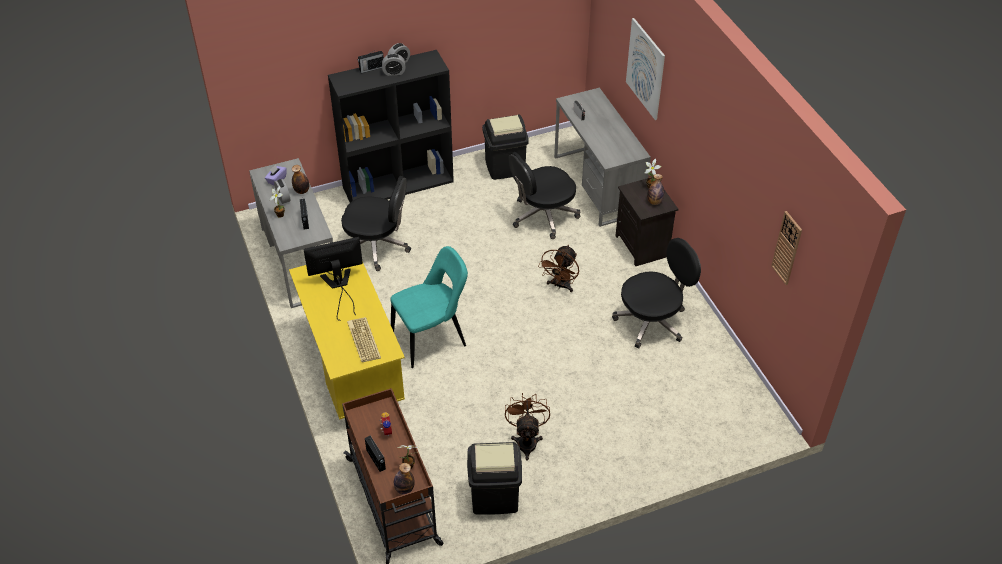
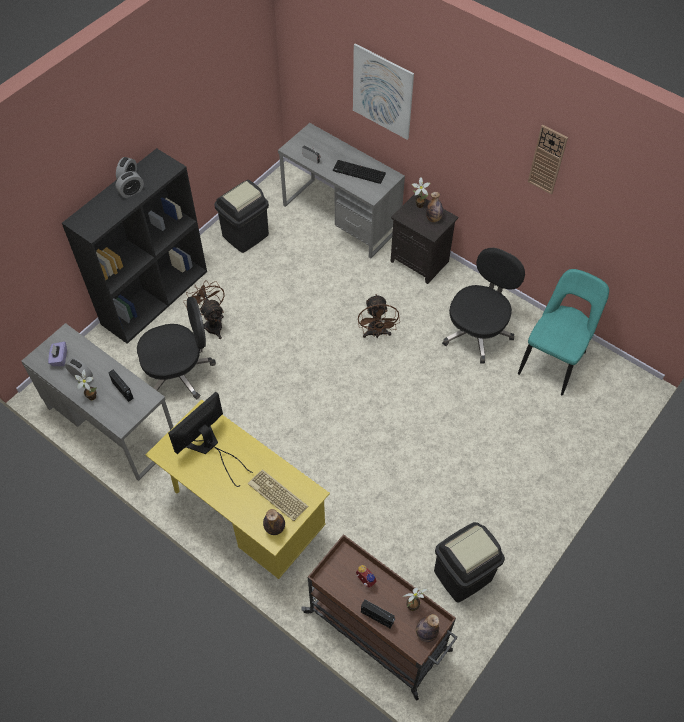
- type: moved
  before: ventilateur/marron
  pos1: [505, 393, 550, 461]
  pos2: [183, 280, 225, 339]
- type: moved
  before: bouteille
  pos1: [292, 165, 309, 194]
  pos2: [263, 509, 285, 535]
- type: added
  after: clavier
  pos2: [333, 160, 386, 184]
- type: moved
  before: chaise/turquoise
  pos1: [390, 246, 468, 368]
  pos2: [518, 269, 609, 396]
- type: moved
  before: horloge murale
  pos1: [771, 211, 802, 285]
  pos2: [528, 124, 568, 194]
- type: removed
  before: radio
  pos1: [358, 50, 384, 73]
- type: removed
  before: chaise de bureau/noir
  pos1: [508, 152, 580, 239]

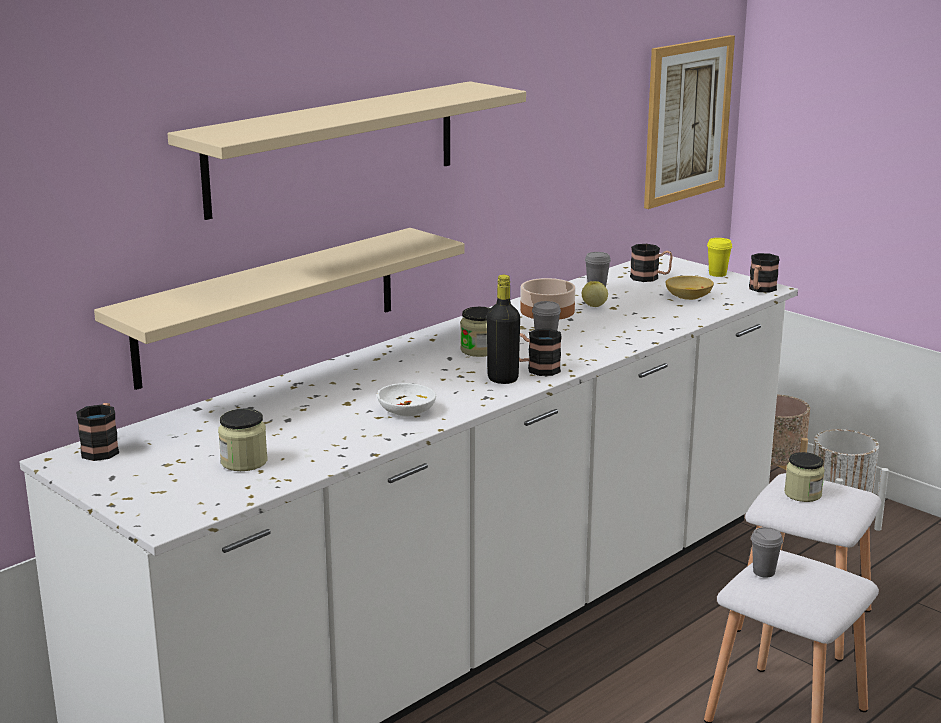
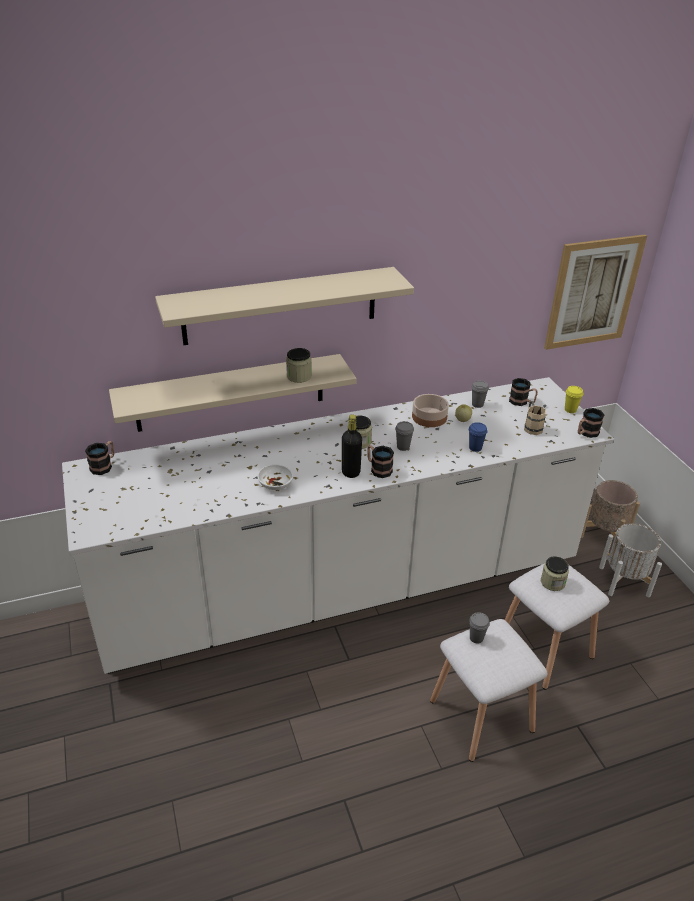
- type: moved
  before: bocal
  pos1: [218, 408, 268, 471]
  pos2: [286, 348, 312, 383]
- type: added
  after: tasse/bleu
  pos2: [469, 422, 488, 452]
- type: replaced
  before: bol/beige
  after: mug/beige
  pos1: [666, 276, 714, 300]
  pos2: [524, 401, 546, 435]

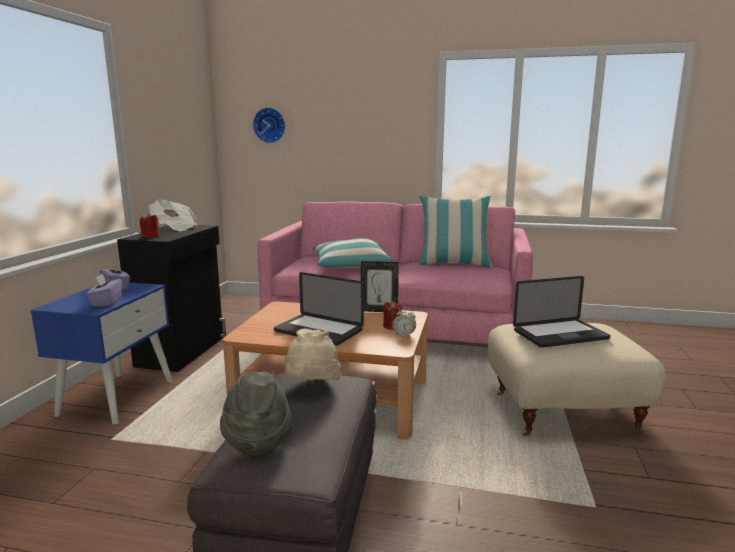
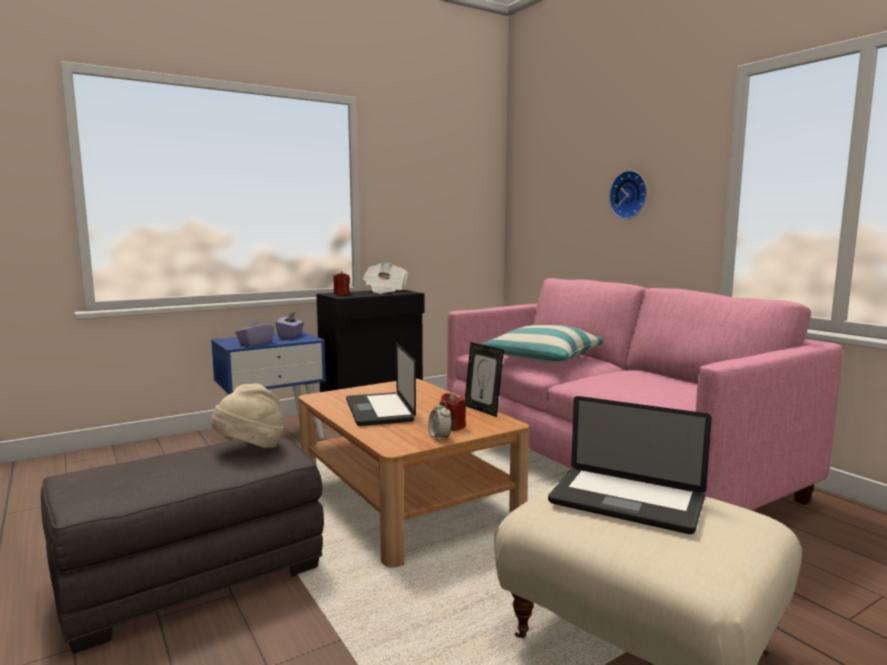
- type: moved
  before: horloge murale
  pos1: [253, 107, 285, 143]
  pos2: [609, 170, 647, 219]
- type: removed
  before: chapeau/gris
  pos1: [220, 372, 292, 455]
- type: removed
  before: coussin
  pos1: [419, 196, 492, 268]

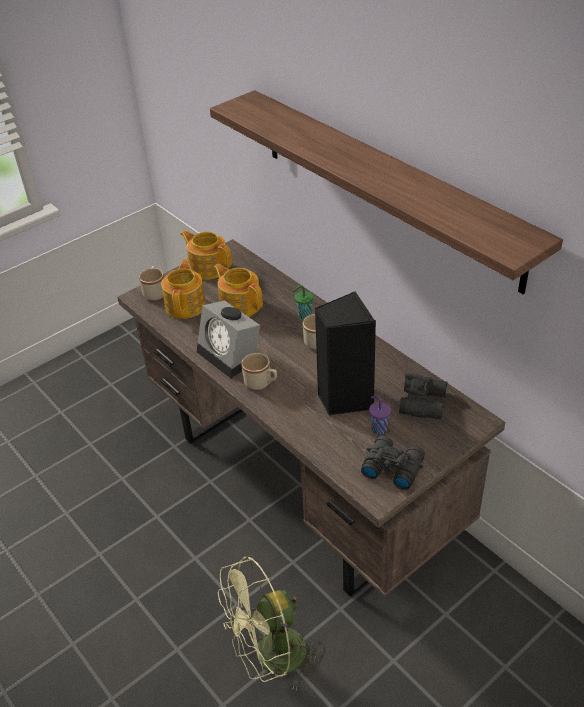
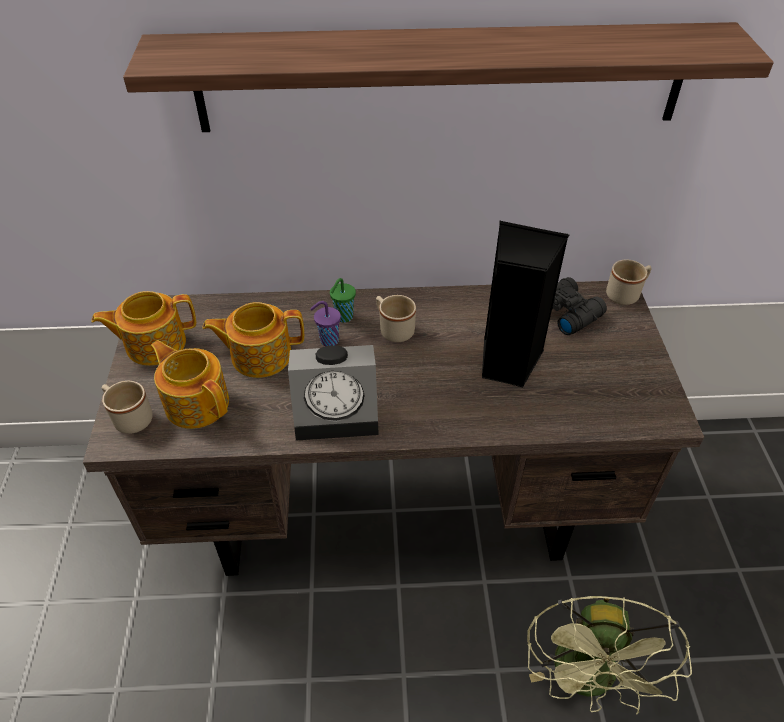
- type: moved
  before: tasse/violet
  pos1: [369, 395, 391, 435]
  pos2: [310, 301, 341, 346]
- type: moved
  before: mug/beige
  pos1: [241, 353, 277, 390]
  pos2: [606, 260, 652, 305]
- type: removed
  before: jumelles/noir
  pos1: [361, 436, 425, 490]

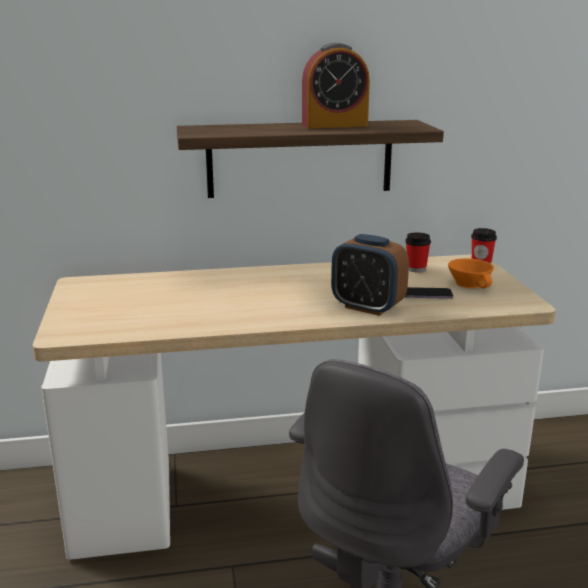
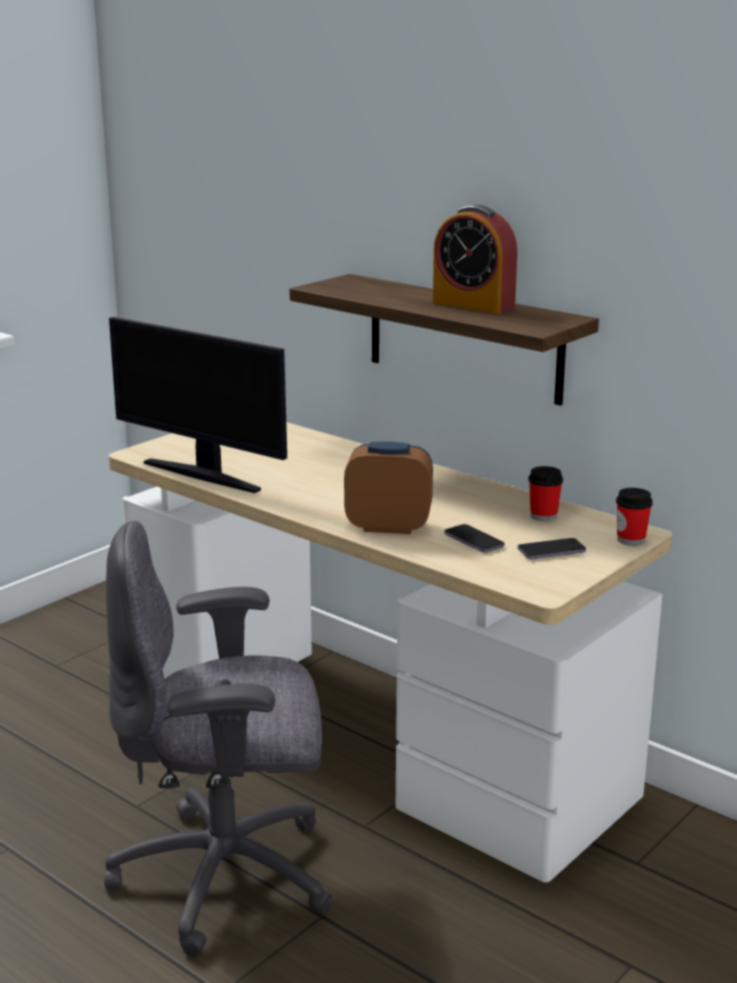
- type: added
  after: écran d'ordinateur
  pos2: [109, 317, 287, 493]
- type: turned
  before: réveil
  pos1: [331, 234, 409, 316]
  pos2: [344, 441, 433, 534]
  turn: 105
- type: replaced
  before: tasse/orange
  after: téléphone
  pos1: [448, 258, 494, 289]
  pos2: [518, 538, 586, 559]

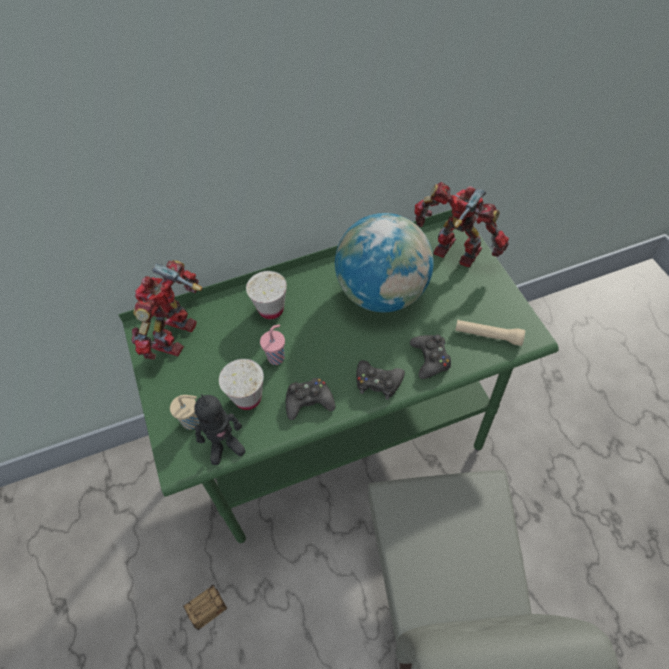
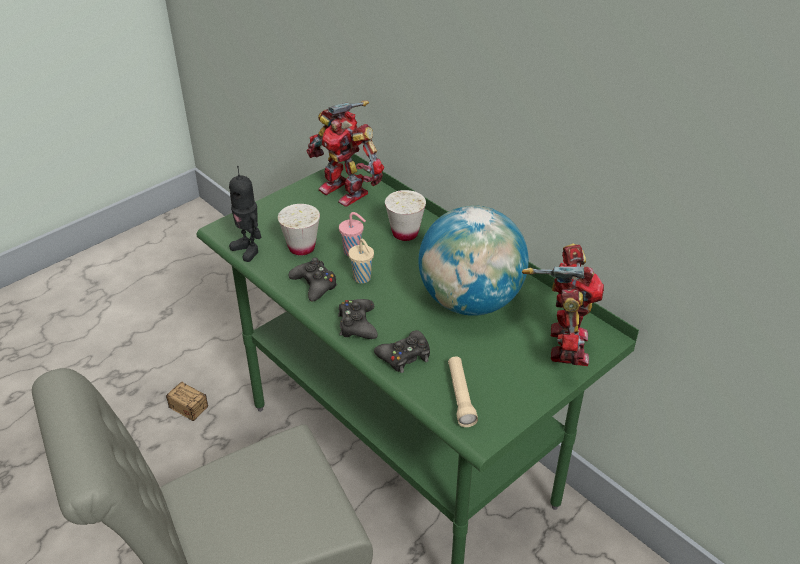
- type: turned
  before: robot jouet
  pos1: [132, 260, 202, 359]
  pos2: [306, 101, 384, 207]
  turn: -135
- type: moved
  before: tasse/beige
  pos1: [170, 395, 199, 430]
  pos2: [348, 239, 374, 284]

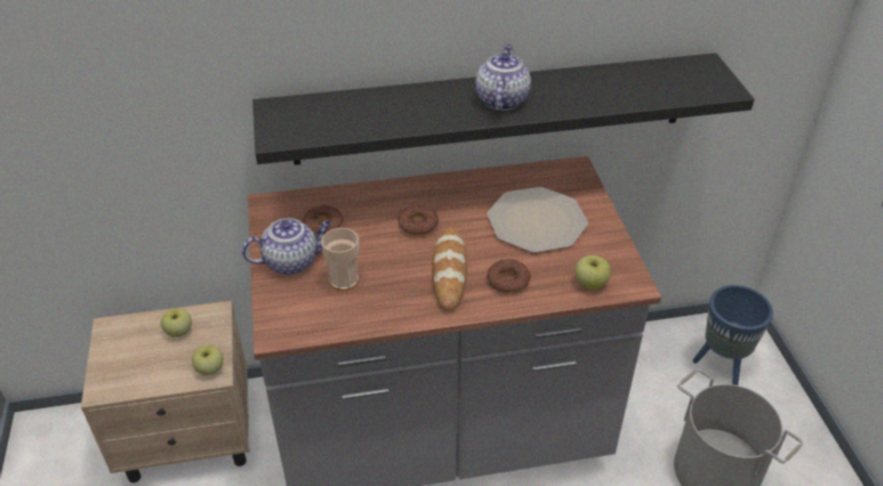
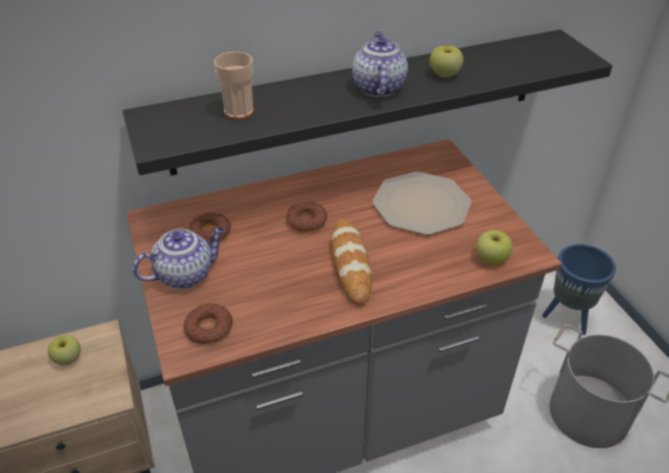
- type: moved
  before: beignet
  pos1: [487, 259, 531, 293]
  pos2: [184, 303, 233, 344]
- type: moved
  before: tasse
  pos1: [321, 228, 359, 291]
  pos2: [214, 52, 254, 120]
- type: moved
  before: pomme
  pos1: [192, 345, 223, 375]
  pos2: [430, 46, 463, 78]

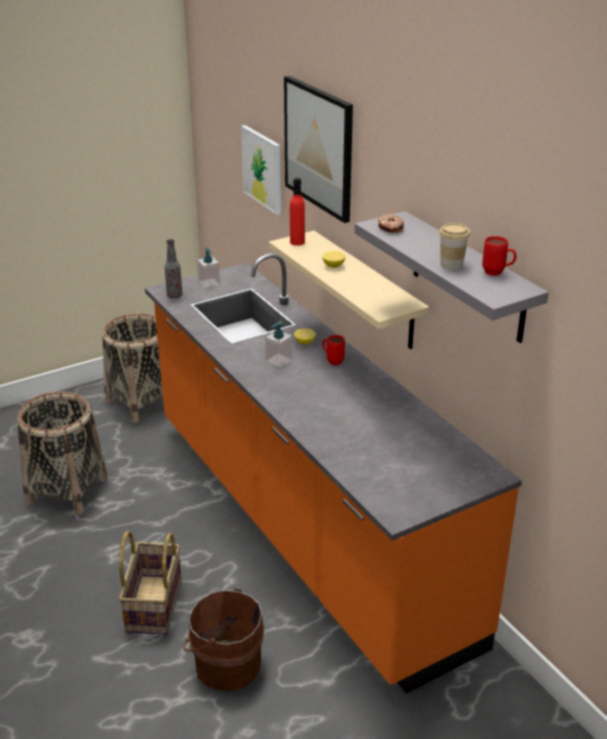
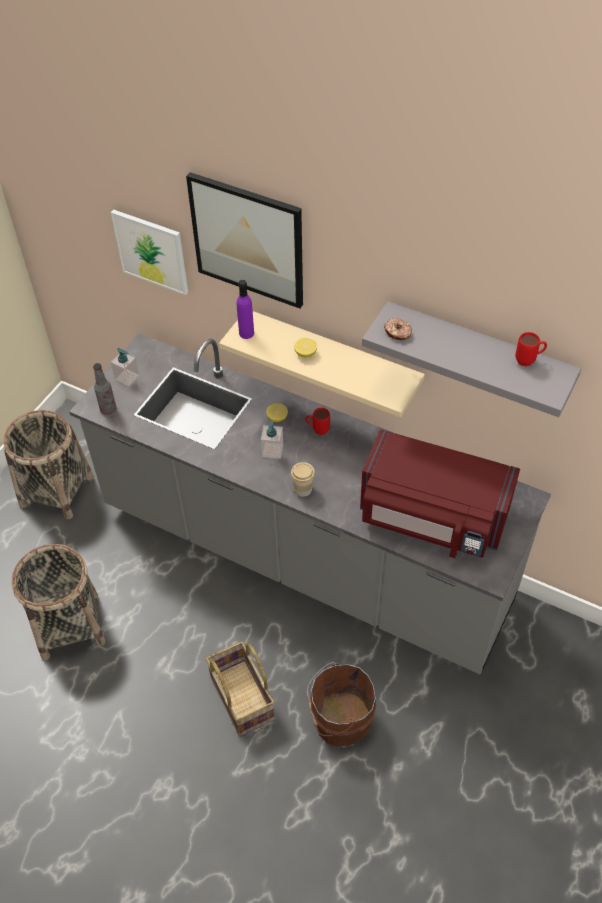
- type: recoloured
  before: comptoir de cuisine/orange
  after: comptoir de cuisine/gris
  pos1: [145, 253, 522, 694]
  pos2: [69, 333, 551, 674]
- type: recoloured
  before: bouteille/rouge
  after: bouteille/violet
  pos1: [290, 178, 305, 246]
  pos2: [237, 280, 254, 339]
- type: moved
  before: tasse
  pos1: [439, 223, 470, 270]
  pos2: [291, 462, 315, 497]
- type: added
  after: micro-ondes/rouge
  pos2: [360, 429, 520, 558]

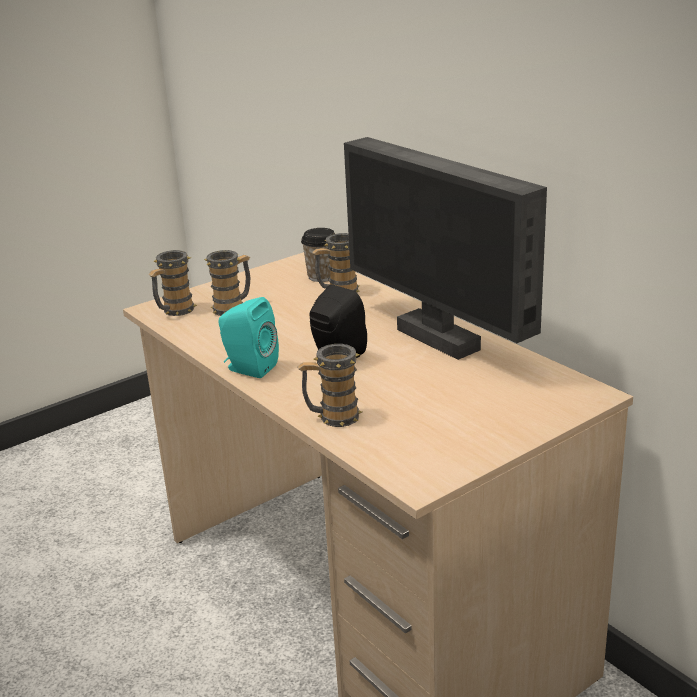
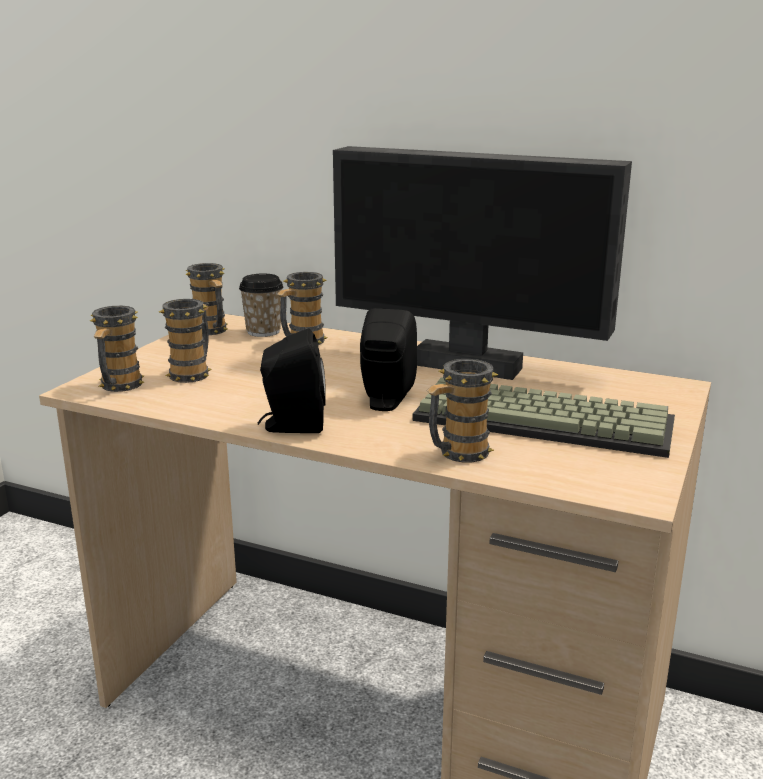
- type: added
  after: mug
  pos2: [185, 263, 228, 335]
- type: recoloured
  before: enceinte/turquoise
  after: enceinte/noir
  pos1: [219, 297, 279, 378]
  pos2: [257, 329, 326, 433]
- type: added
  after: clavier
  pos2: [412, 377, 675, 458]

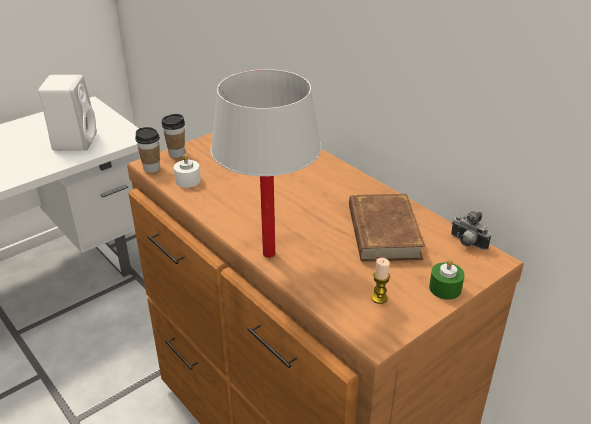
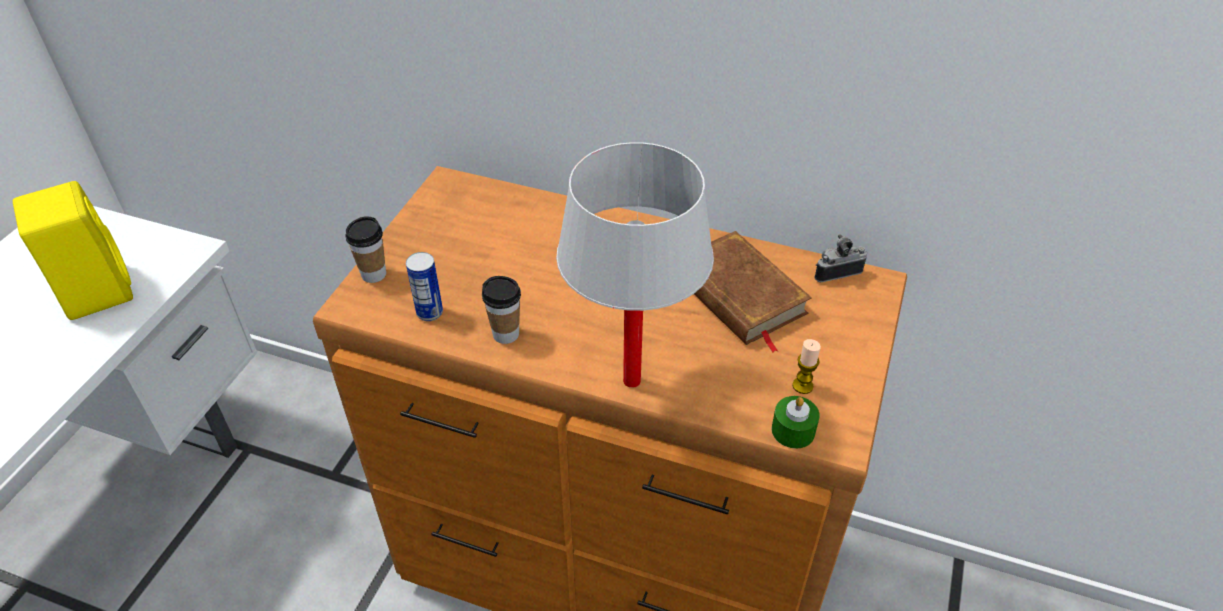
- type: recoloured
  before: enceinte/blanc
  after: enceinte/jaune
  pos1: [38, 75, 97, 151]
  pos2: [13, 181, 133, 320]
- type: replaced
  before: bougie/blanc
  after: boîte métallique
  pos1: [174, 154, 201, 188]
  pos2: [406, 252, 443, 321]
- type: moved
  before: tasse
  pos1: [135, 127, 160, 173]
  pos2: [482, 276, 521, 344]
- type: moved
  before: bougie/vert
  pos1: [429, 259, 465, 300]
  pos2: [772, 396, 820, 449]
- type: turned
  before: appareil photo
  pos1: [451, 211, 491, 250]
  pos2: [815, 234, 867, 282]
  turn: 150

